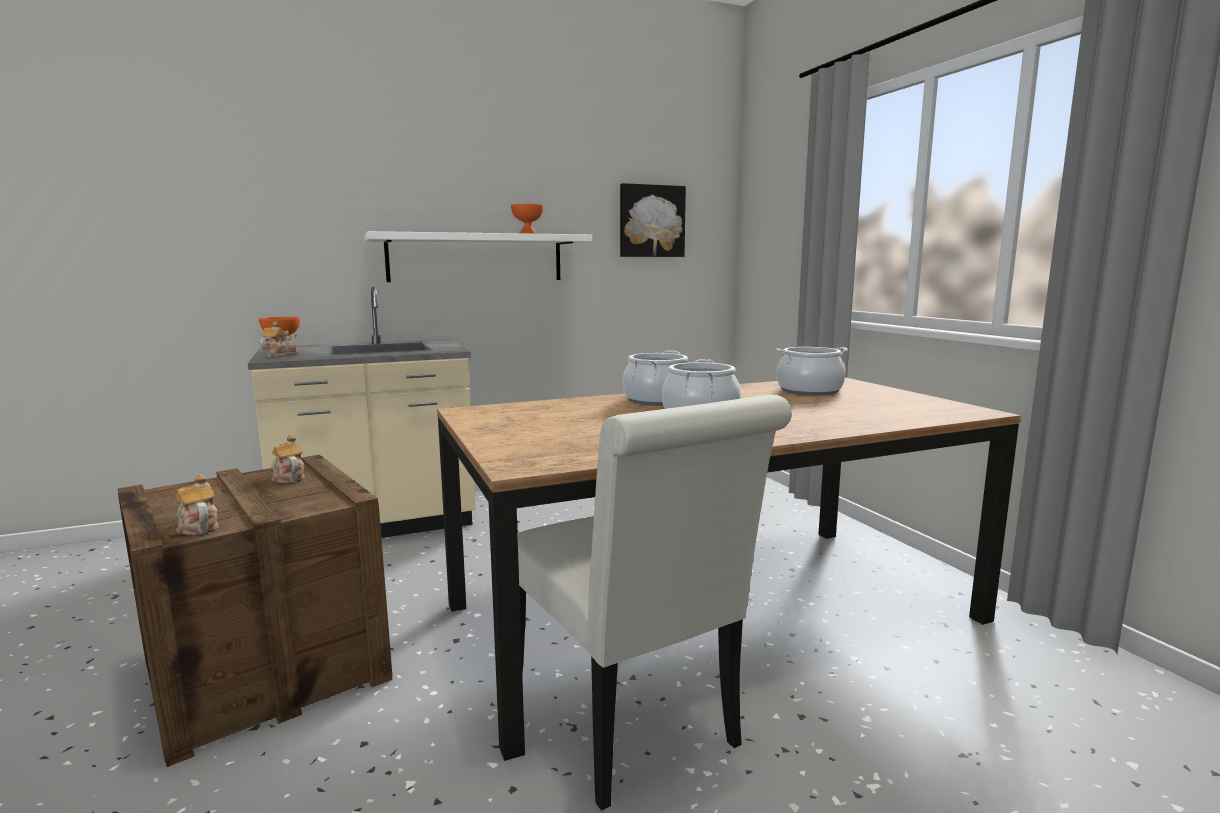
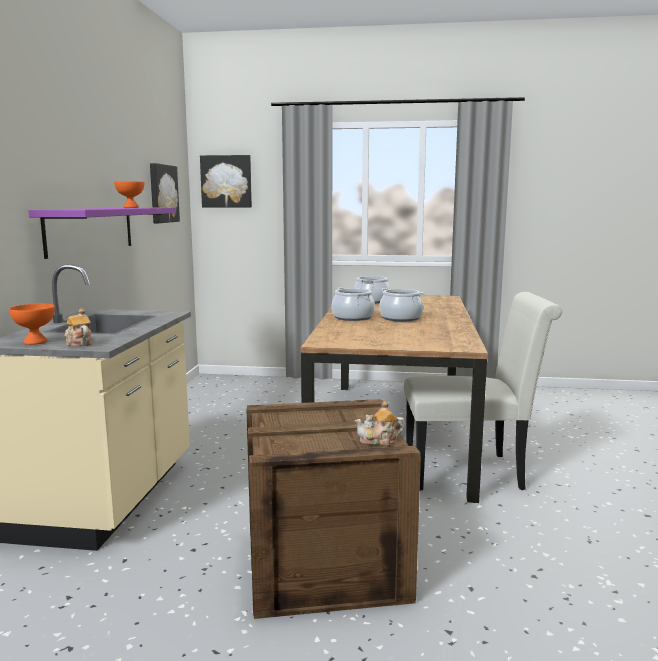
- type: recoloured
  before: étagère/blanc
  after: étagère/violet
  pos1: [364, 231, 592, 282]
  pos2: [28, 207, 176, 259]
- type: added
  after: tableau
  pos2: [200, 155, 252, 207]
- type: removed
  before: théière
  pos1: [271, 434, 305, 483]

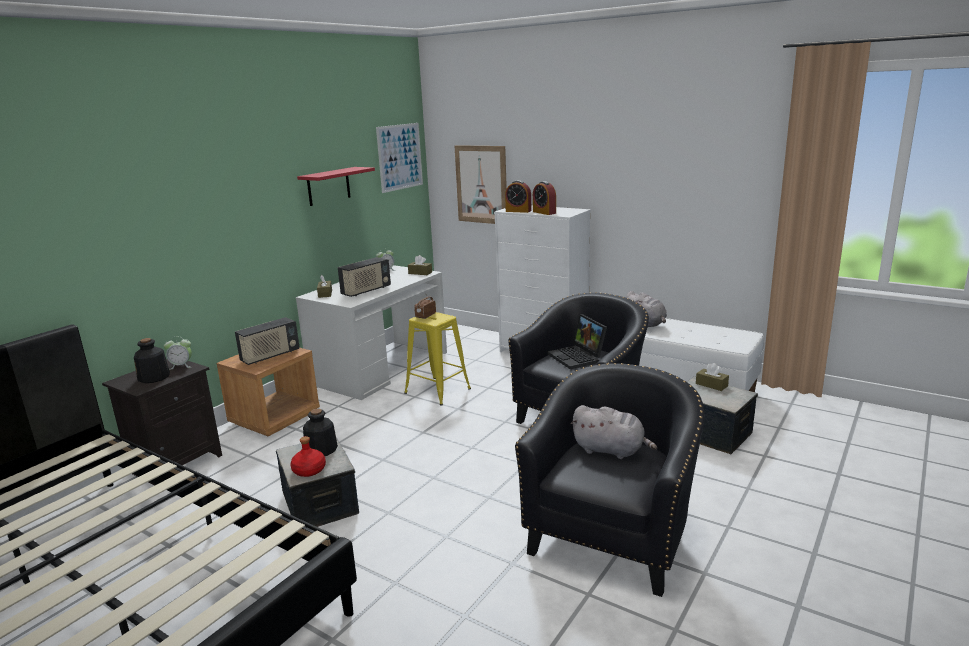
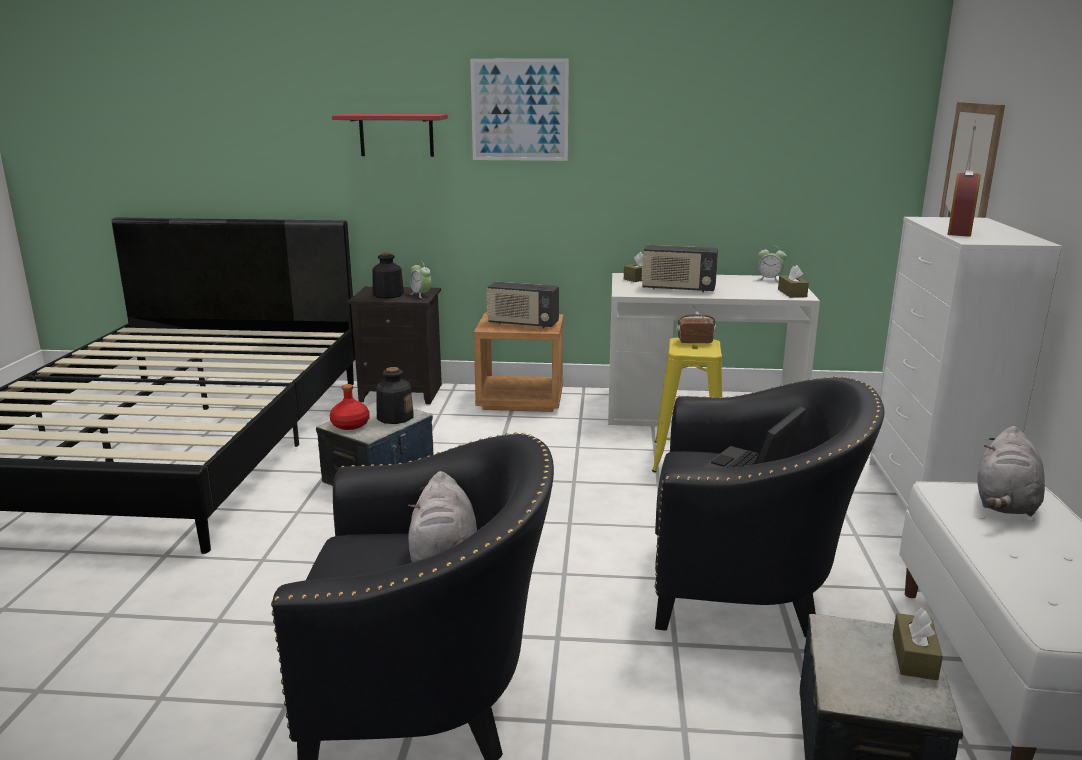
- type: moved
  before: étagère/rouge
  pos1: [297, 167, 375, 206]
  pos2: [332, 114, 448, 157]
- type: moved
  before: tableau
  pos1: [376, 123, 423, 193]
  pos2: [470, 58, 569, 161]
- type: removed
  before: réveil
  pos1: [505, 180, 532, 213]

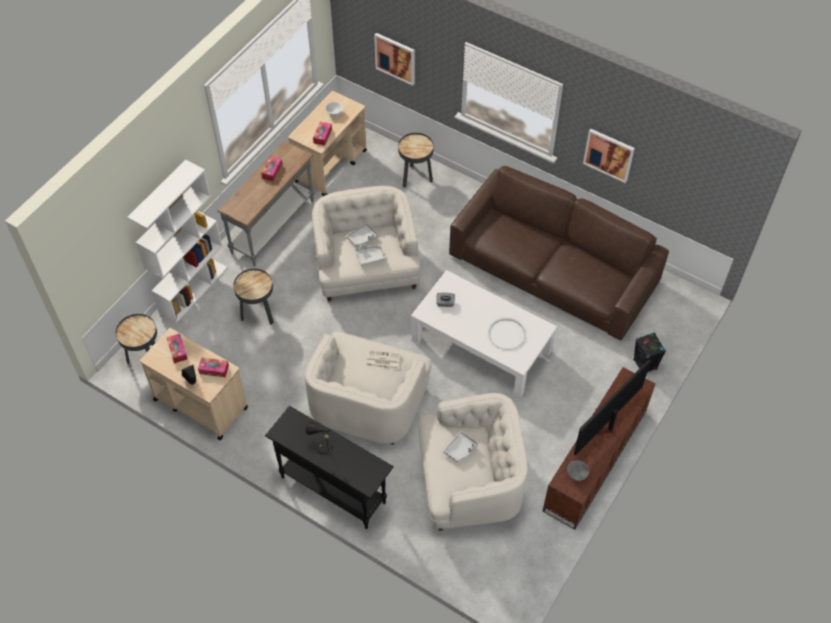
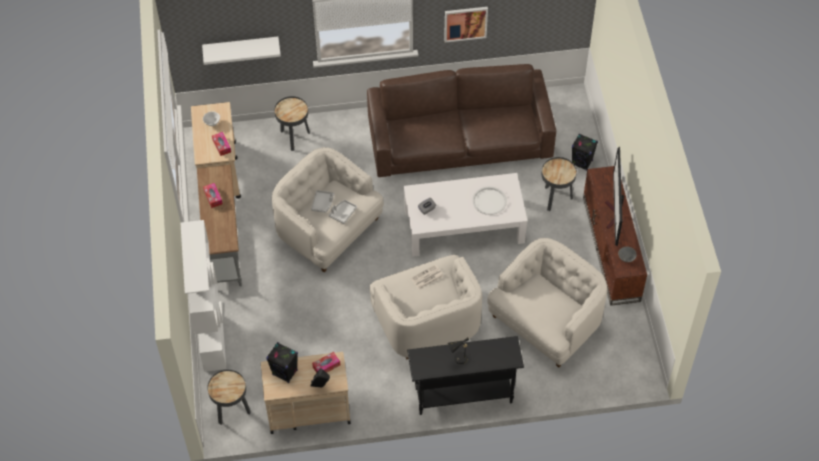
- type: replaced
  before: tableau
  after: étagère/blanc
  pos1: [374, 33, 415, 86]
  pos2: [202, 37, 281, 65]
- type: replaced
  before: boîte à mouchoirs
  after: enceinte/noir
  pos1: [166, 334, 187, 363]
  pos2: [266, 342, 298, 383]
- type: moved
  before: table d'appoint/noir
  pos1: [233, 269, 274, 325]
  pos2: [542, 157, 577, 211]
- type: removed
  before: plateau/gris
  pos1: [443, 431, 478, 462]

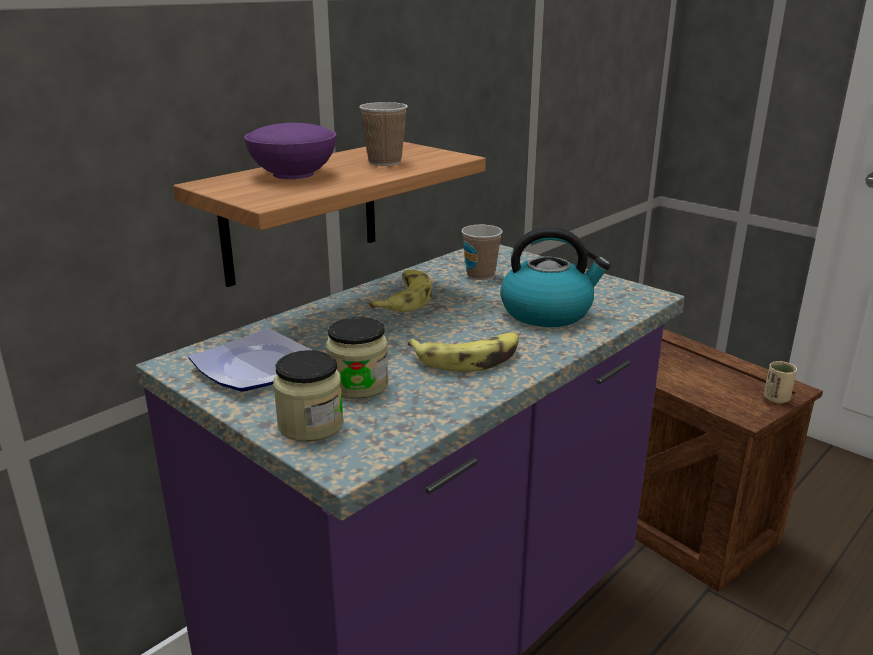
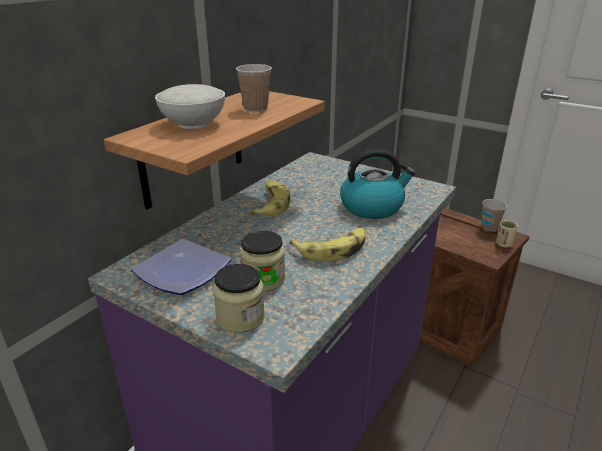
- type: recoloured
  before: bol/violet
  after: bol/blanc
  pos1: [244, 123, 336, 179]
  pos2: [155, 84, 225, 129]
- type: moved
  before: tasse
  pos1: [461, 225, 503, 280]
  pos2: [481, 199, 507, 231]

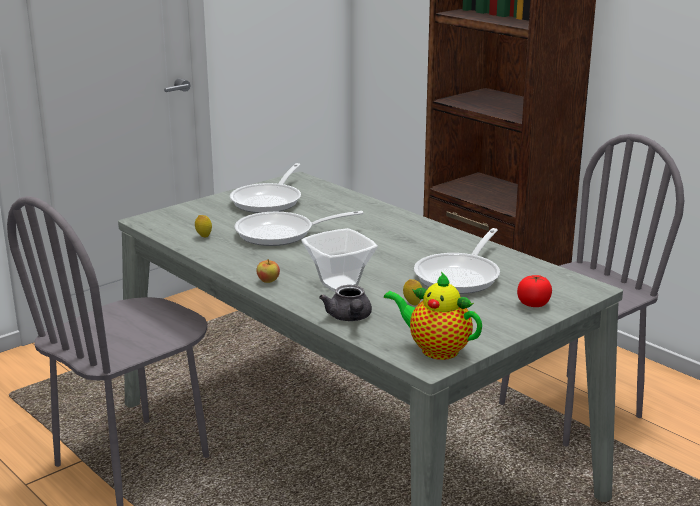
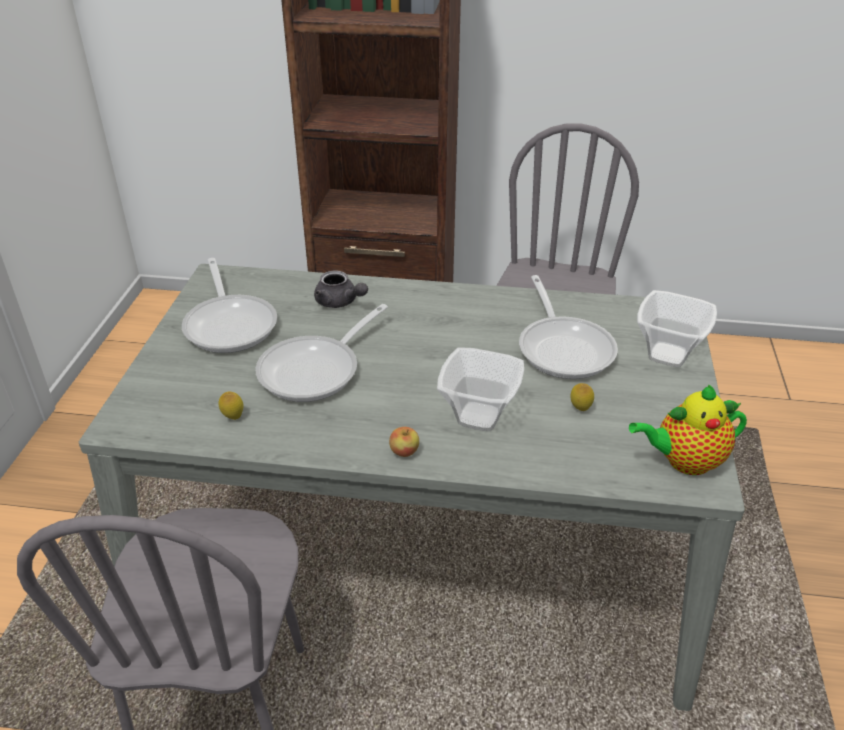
- type: moved
  before: théière/gris
  pos1: [319, 285, 372, 321]
  pos2: [314, 270, 368, 308]
- type: replaced
  before: tomate
  after: bol
  pos1: [517, 275, 552, 307]
  pos2: [637, 290, 717, 367]

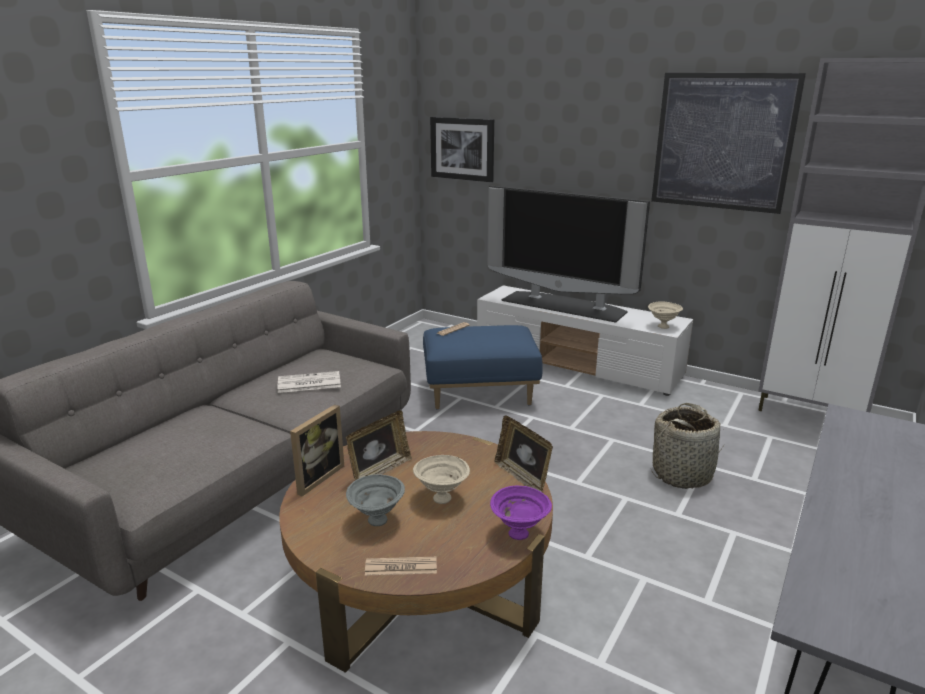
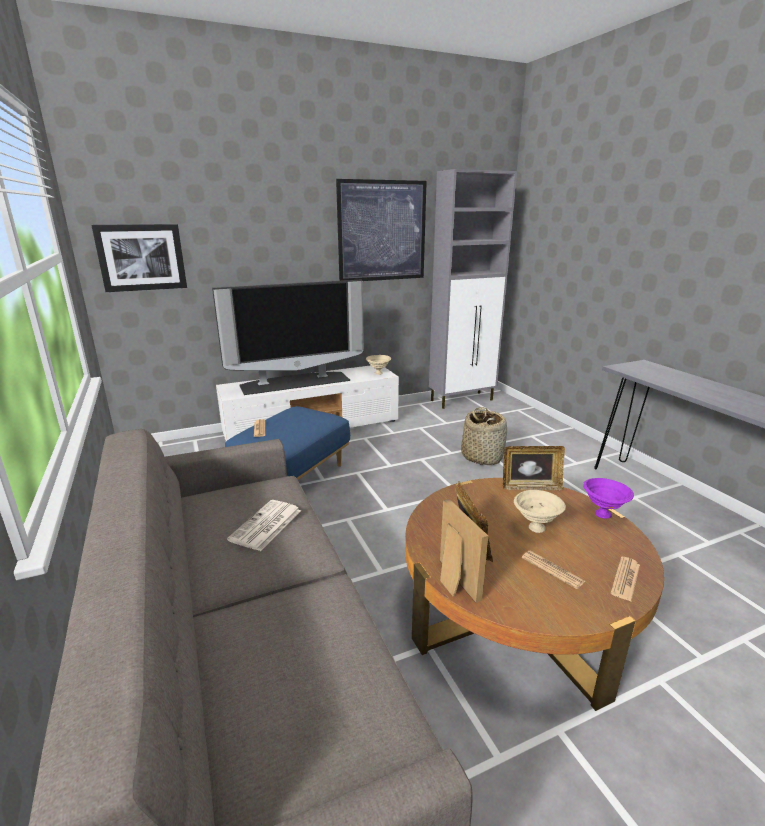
- type: replaced
  before: bol/gris
  after: journal
  pos1: [346, 474, 405, 526]
  pos2: [522, 551, 585, 589]

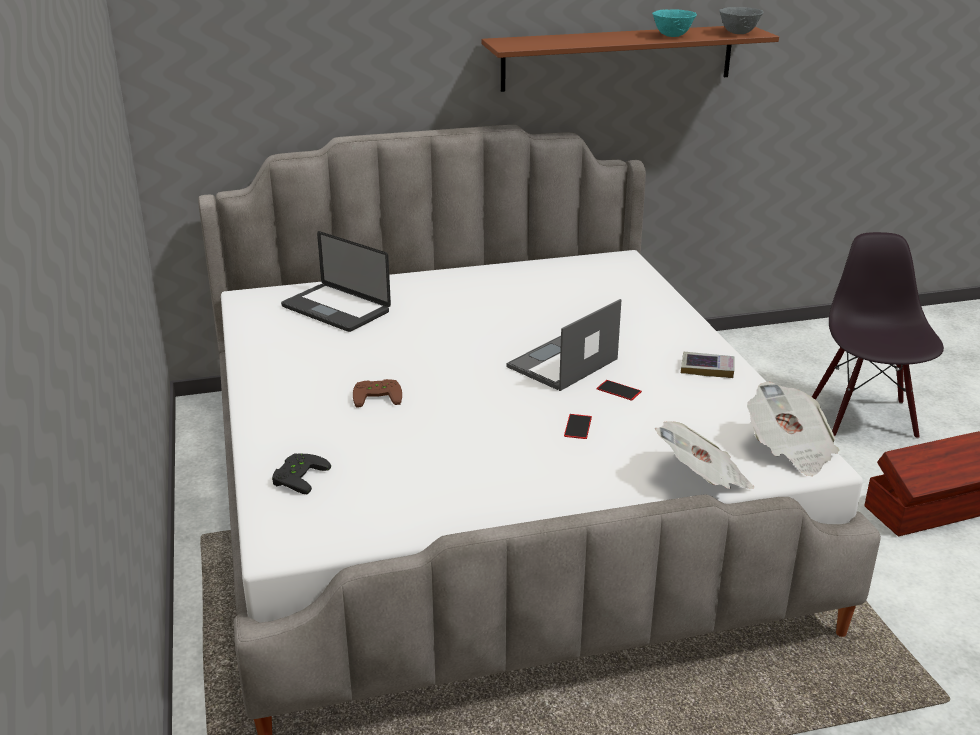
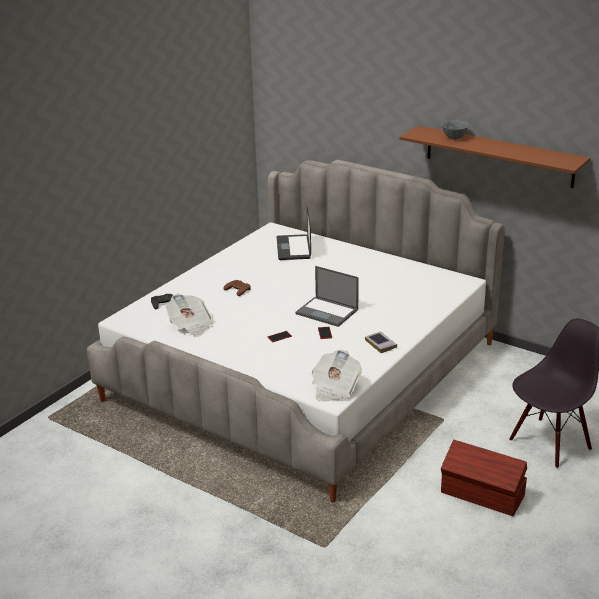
- type: moved
  before: journal
  pos1: [655, 421, 754, 489]
  pos2: [166, 294, 214, 337]
- type: turned
  before: ordinateur portable
  pos1: [506, 299, 622, 391]
  pos2: [295, 266, 359, 327]
  turn: -150
- type: moved
  before: bol/gris
  pos1: [719, 7, 763, 34]
  pos2: [441, 120, 470, 139]
- type: removed
  before: bol/turquoise
  pos1: [652, 9, 697, 37]

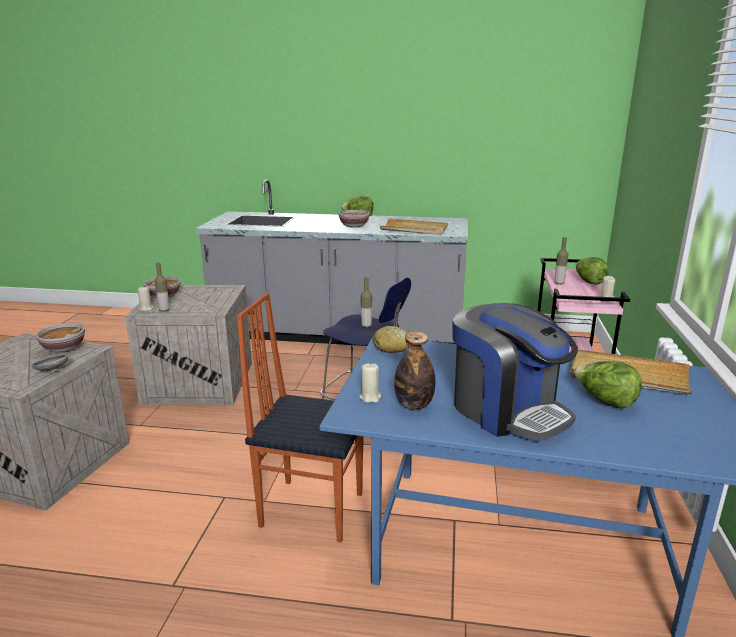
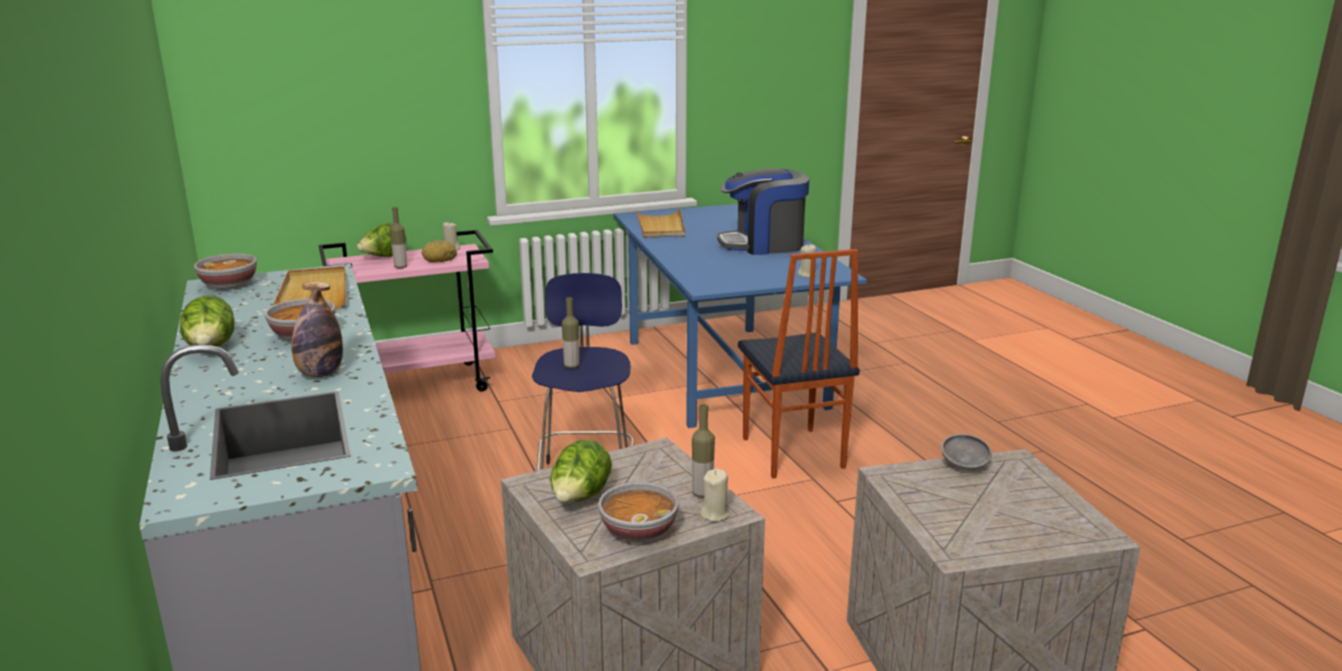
- type: moved
  before: bol
  pos1: [36, 323, 85, 353]
  pos2: [194, 254, 257, 290]
- type: moved
  before: bouteille
  pos1: [394, 331, 435, 410]
  pos2: [291, 281, 343, 378]
- type: moved
  before: pain
  pos1: [373, 326, 408, 353]
  pos2: [422, 240, 457, 262]
- type: moved
  before: laitue
  pos1: [573, 361, 642, 409]
  pos2: [550, 439, 612, 502]
- type: turned
  before: machine à café
  pos1: [452, 303, 578, 442]
  pos2: [717, 168, 809, 255]
  turn: -120

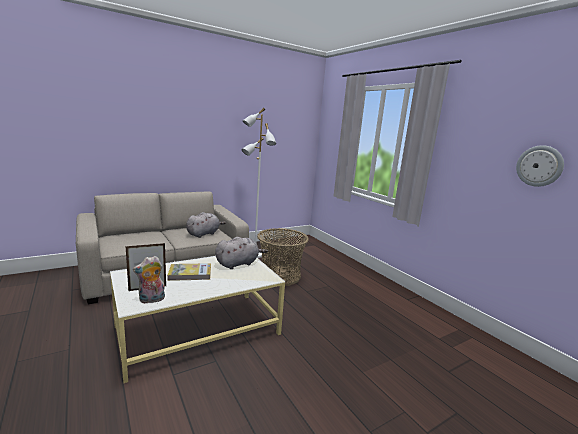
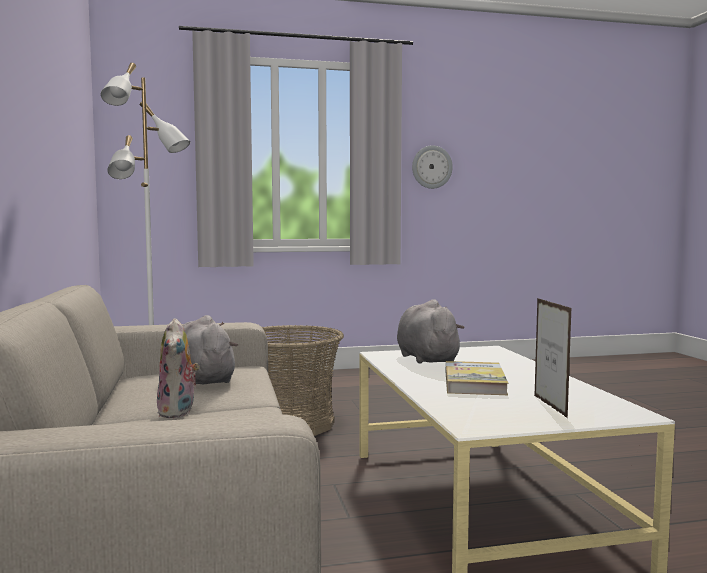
- type: moved
  before: peluche
  pos1: [133, 256, 165, 304]
  pos2: [157, 318, 200, 418]
- type: moved
  before: horloge murale
  pos1: [516, 145, 564, 187]
  pos2: [412, 145, 453, 189]

